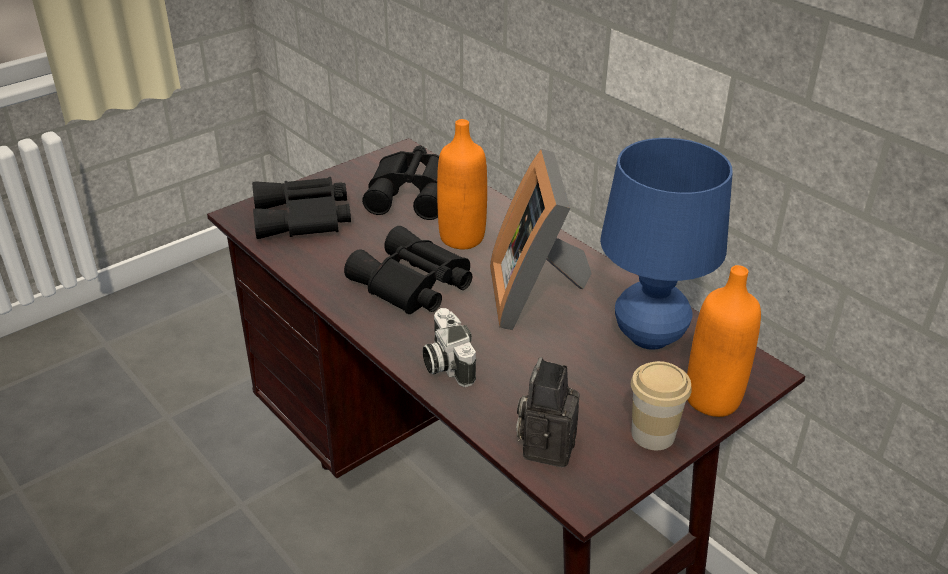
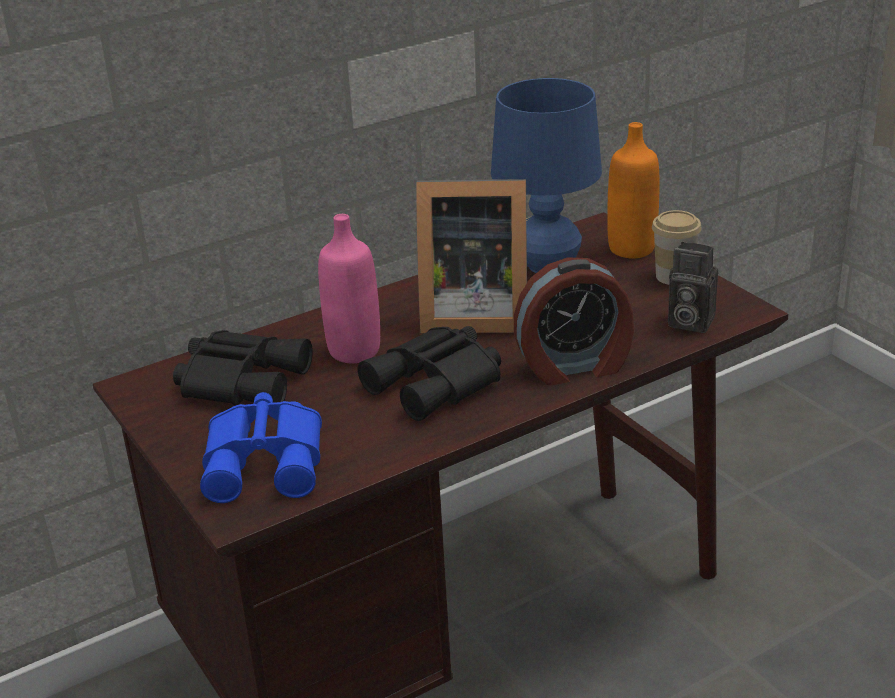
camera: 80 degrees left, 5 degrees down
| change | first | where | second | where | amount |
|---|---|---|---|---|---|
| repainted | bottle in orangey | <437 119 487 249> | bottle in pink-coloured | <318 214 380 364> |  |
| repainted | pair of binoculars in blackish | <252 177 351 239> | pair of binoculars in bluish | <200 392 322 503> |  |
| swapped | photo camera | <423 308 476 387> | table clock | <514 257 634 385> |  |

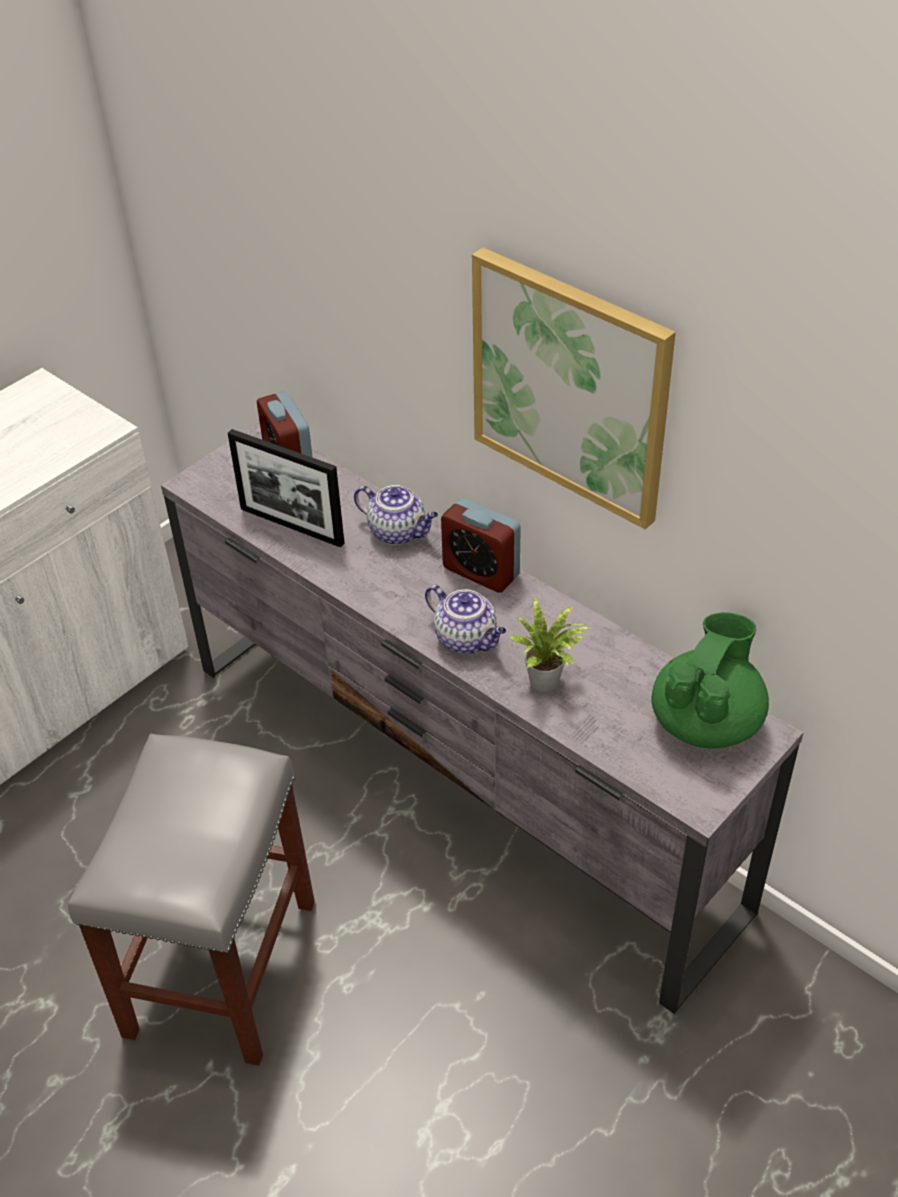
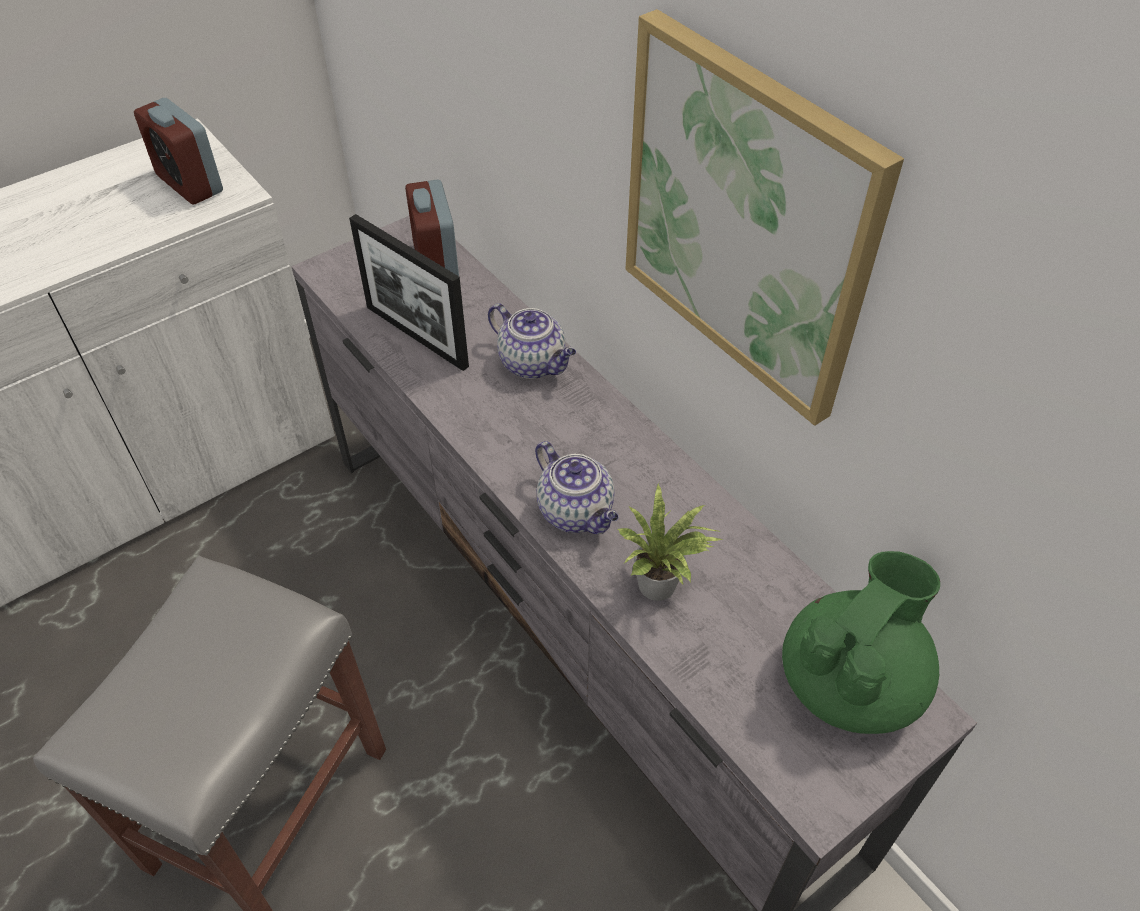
camera: 10 degrees right, 5 degrees up
| change | first | where | second | where | amount |
|---|---|---|---|---|---|
| shifted | table clock | <441 498 521 593> |  | <134 98 223 204> |  |

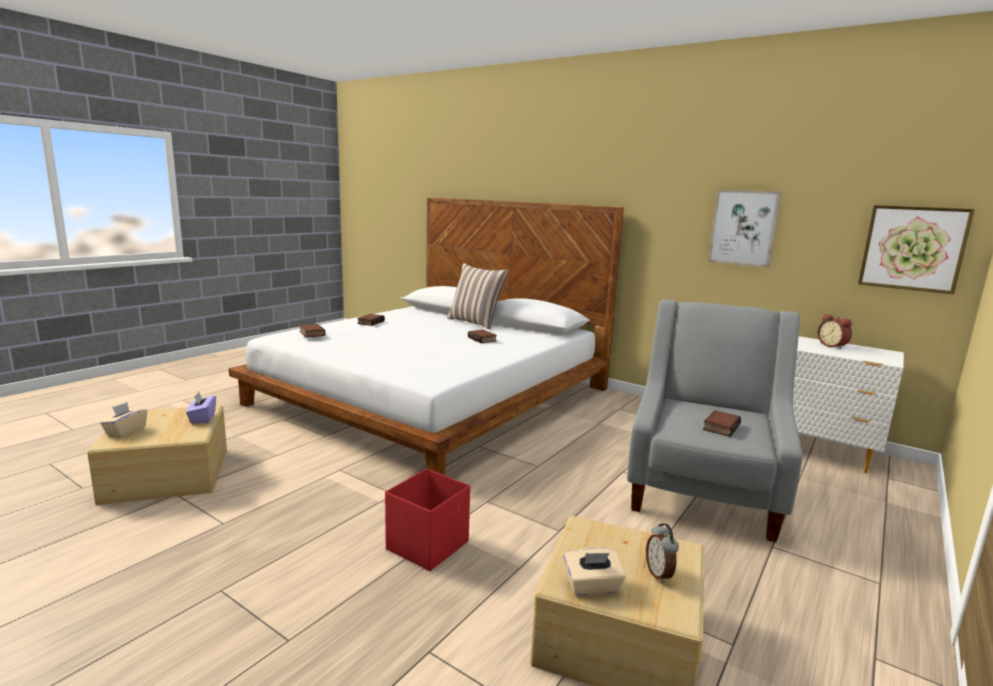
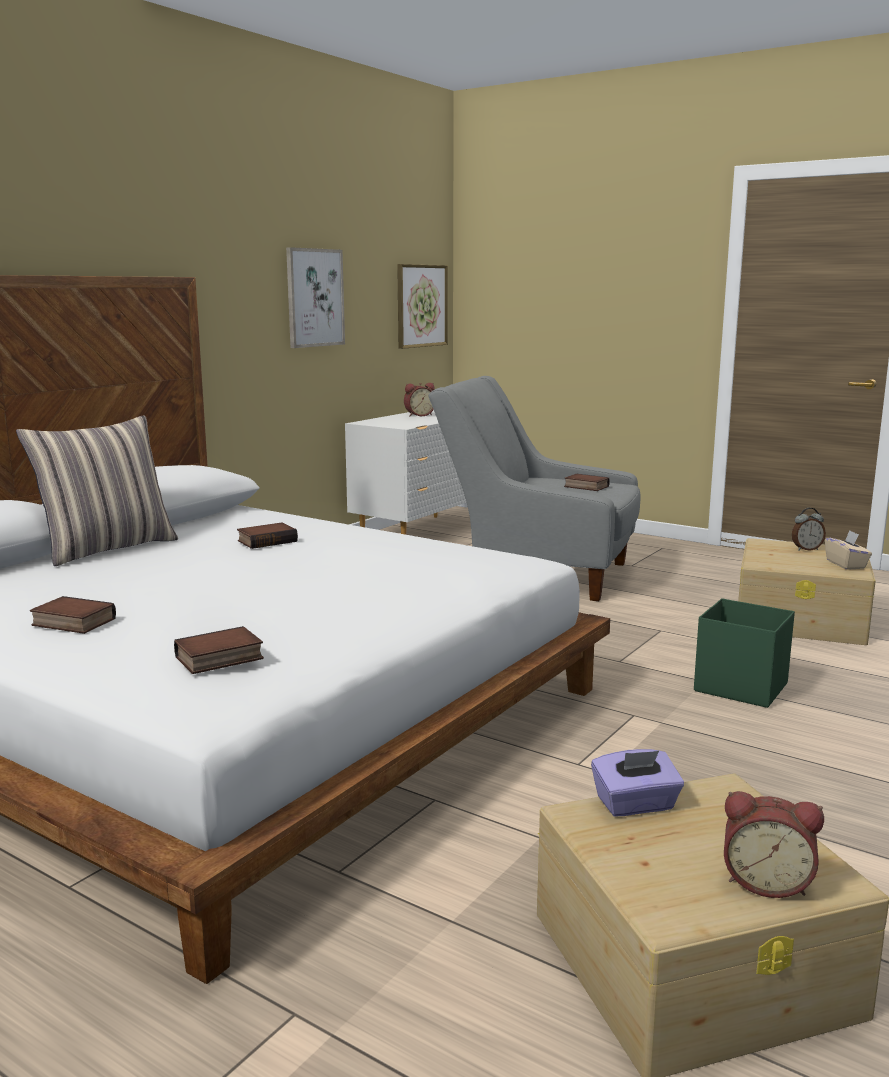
camera: 90 degrees left, 0 degrees up
| change | first | where | second | where | amount |
|---|---|---|---|---|---|
| swapped | tissue box in beige-coloured | <100 402 147 437> | table clock | <724 791 824 898> |  |
| repainted | storage box in red-coloured | <385 469 470 571> | storage box in greenish | <694 598 795 708> |  |

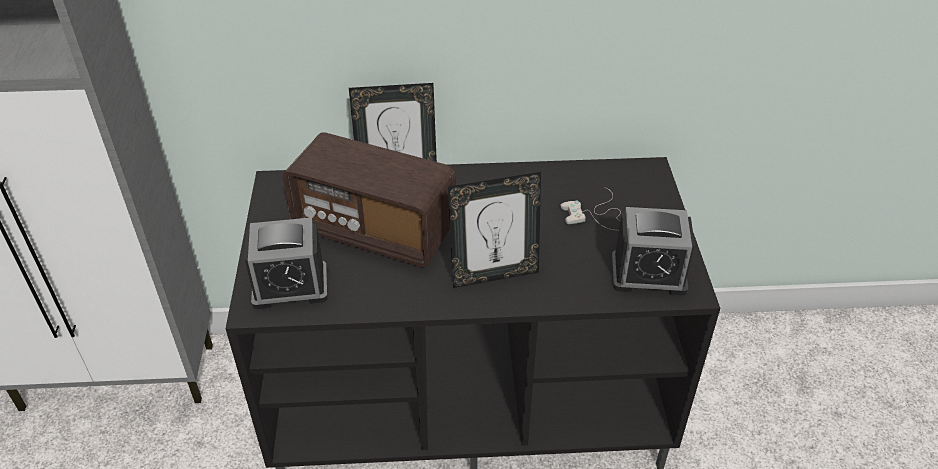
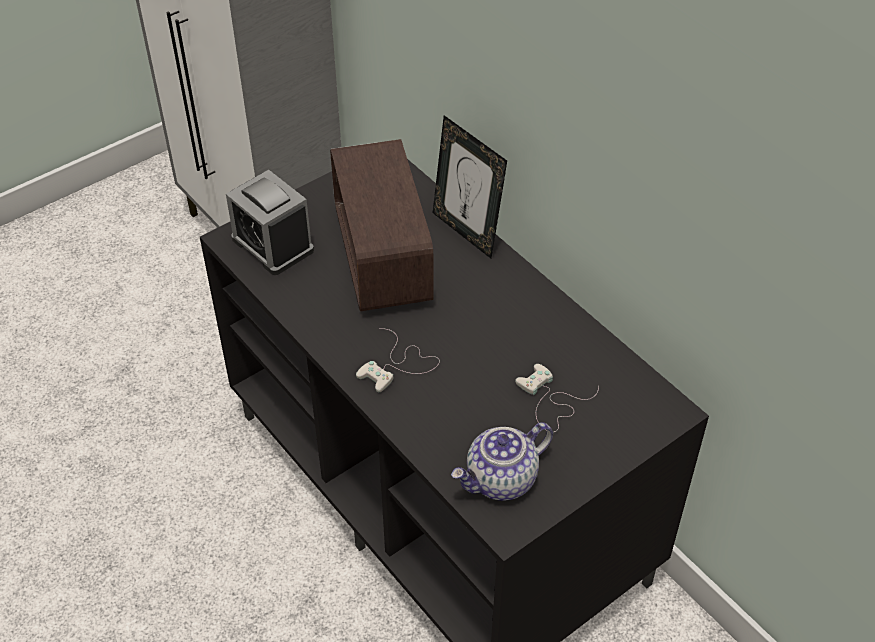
camera: 55 degrees right, 5 degrees up
| change | first | where | second | where | amount |
|---|---|---|---|---|---|
| swapped | picture frame | <448 172 541 288> | game controller in white | <356 328 440 392> |  |
| swapped | table clock | <612 207 695 295> | tea pot | <451 422 553 501> |  |

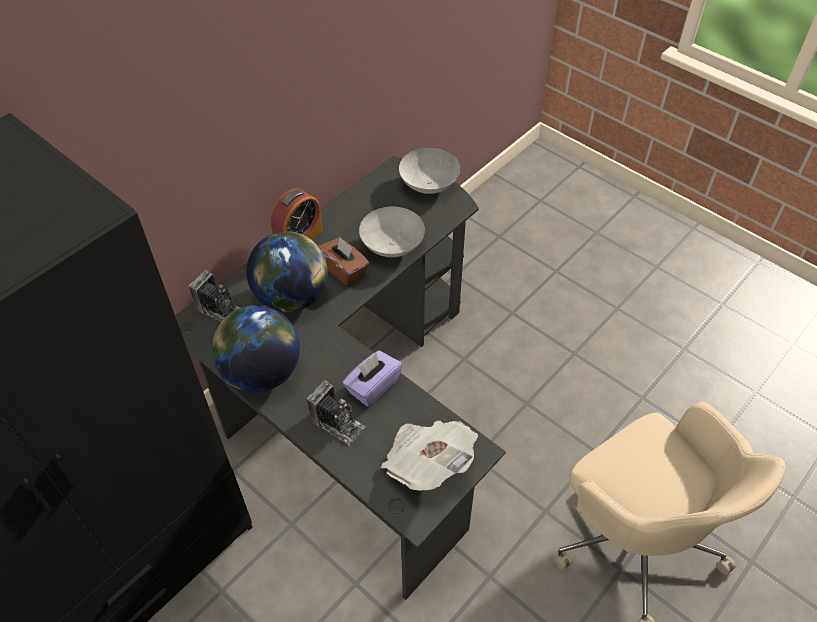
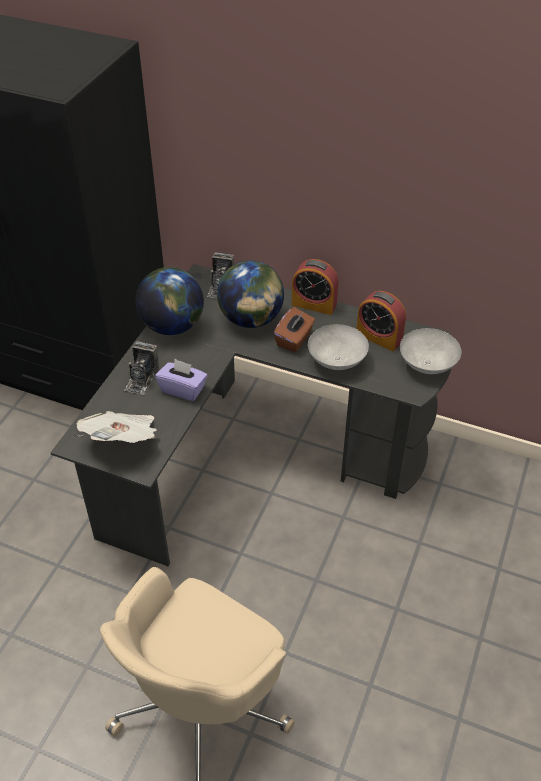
camera: 70 degrees right, 5 degrees down
| change | first | where | second | where | amount |
|---|---|---|---|---|---|
| new |  |  | table clock | <356 291 406 351> |  |

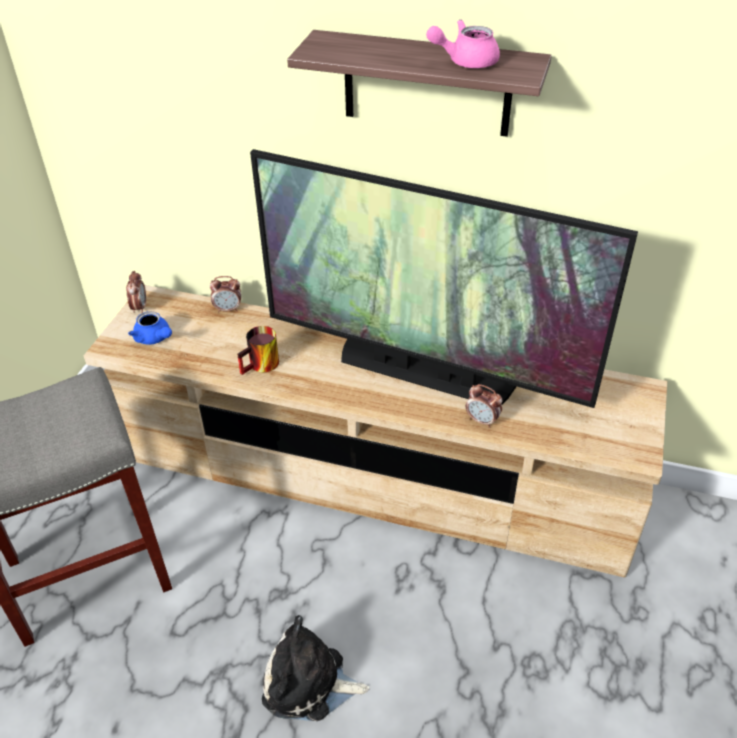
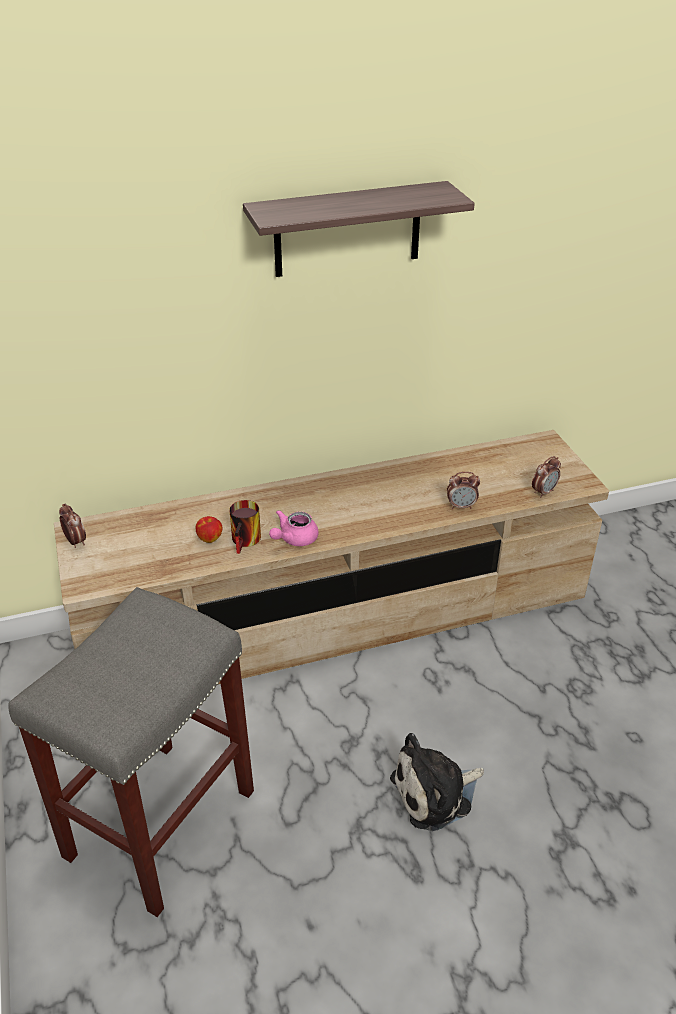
camera: 35 degrees left, 5 degrees down
| change | first | where | second | where | amount |
|---|---|---|---|---|---|
| shifted | tea pot in pink-coloured | <426 20 500 68> |  | <269 510 319 546> |  |
| gone | TV set | <250 149 638 408> |  |  |  |
| shifted | table clock | <210 276 241 313> |  | <532 456 561 498> |  |
| gone | tea pot in bluish | <128 311 172 345> |  |  |  |
| new |  |  | apple | <196 516 223 543> |  |

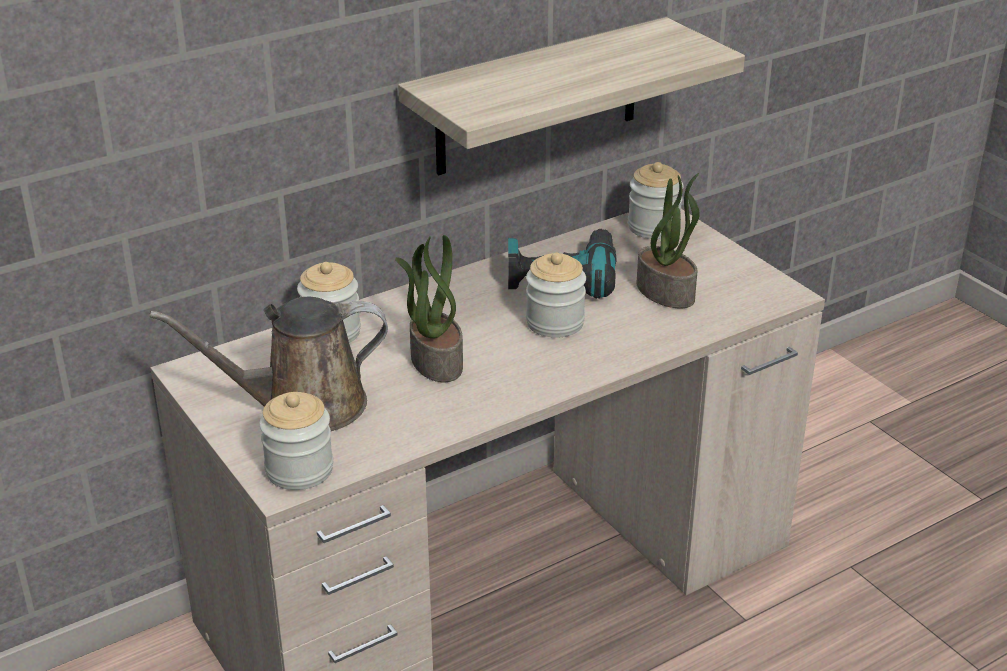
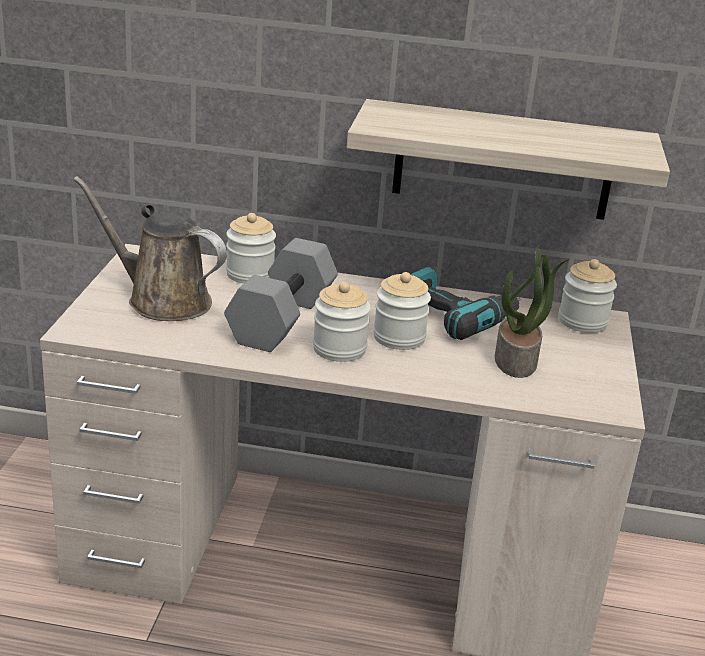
camera: 40 degrees right, 5 degrees down
| change | first | where | second | where | amount |
|---|---|---|---|---|---|
| swapped | houseplant | <395 235 463 382> | dumbbell in grey | <224 238 338 352> |  |
| shifted | jar | <259 392 333 490> |  | <313 282 371 362> |  |

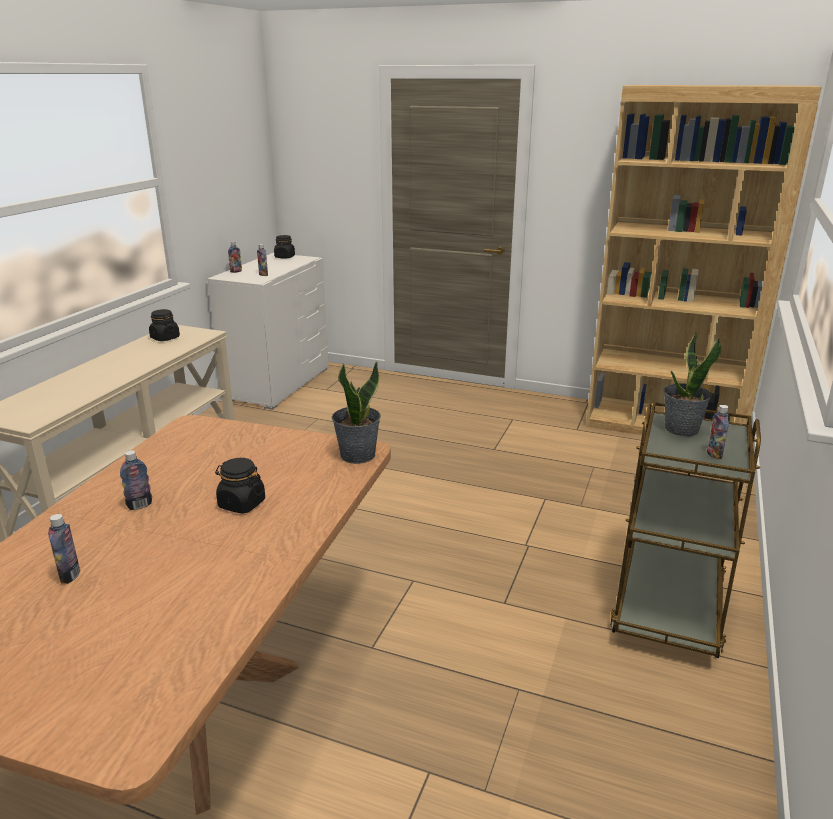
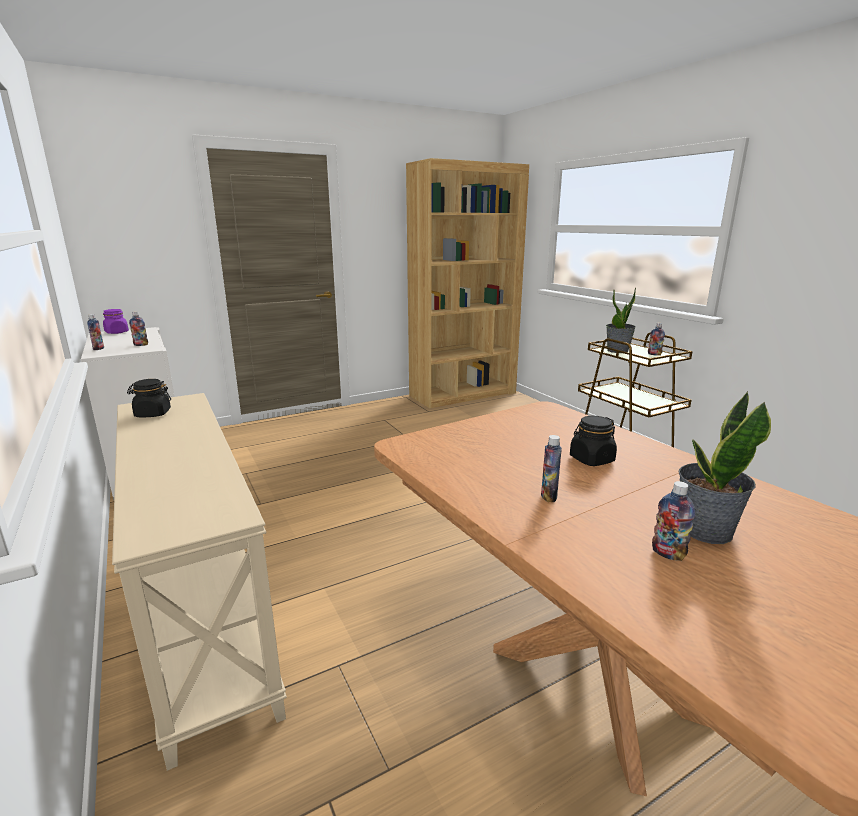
camera: 50 degrees left, 5 degrees down
| change | first | where | second | where | amount |
|---|---|---|---|---|---|
| repainted | jar in blackish | <274 235 295 259> | jar in purple | <103 309 129 334> |  |
| shifted | houseplant | <332 361 381 464> |  | <679 391 771 544> |  |

